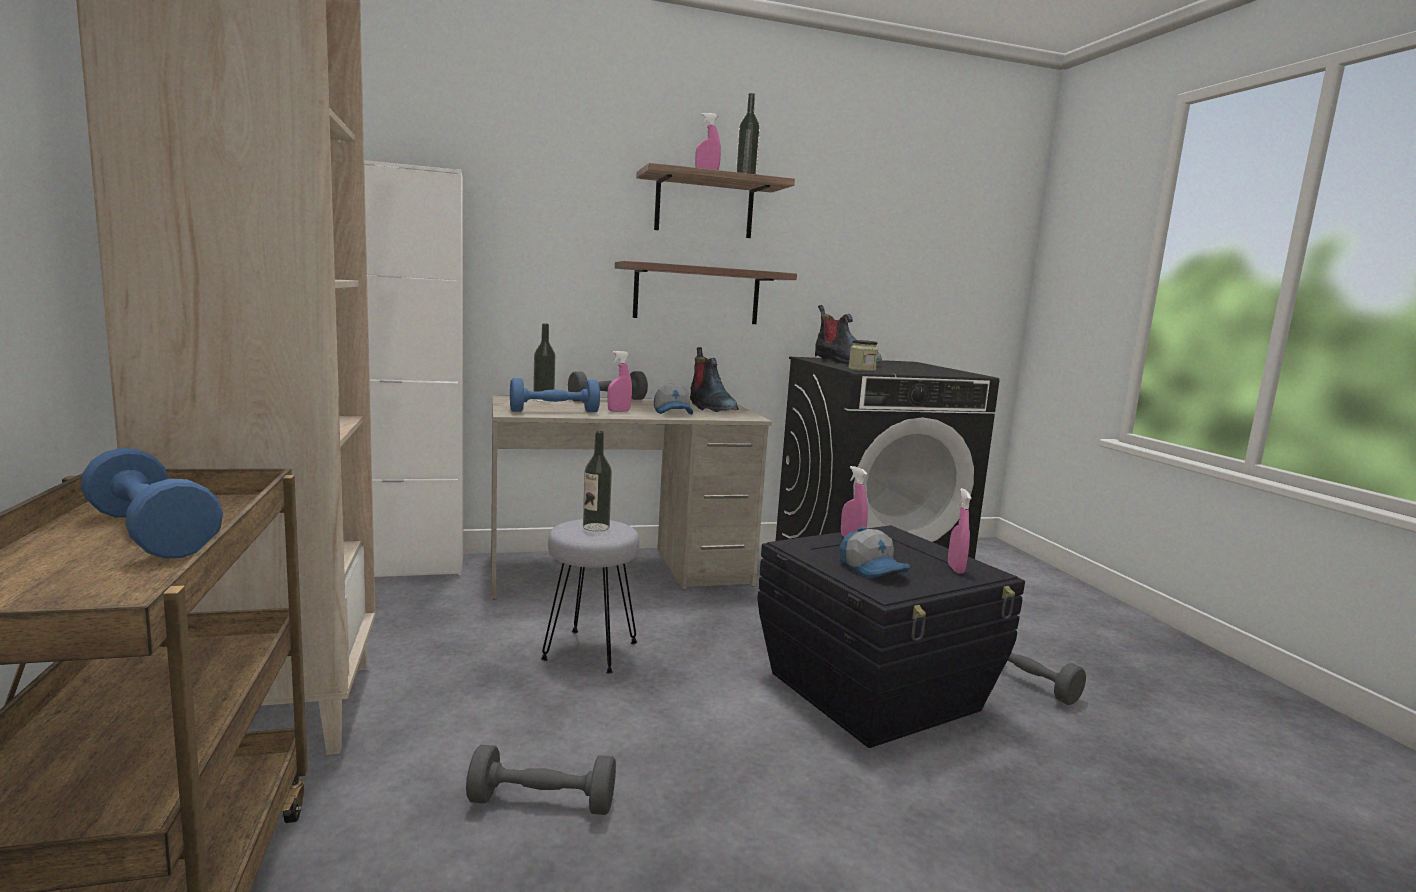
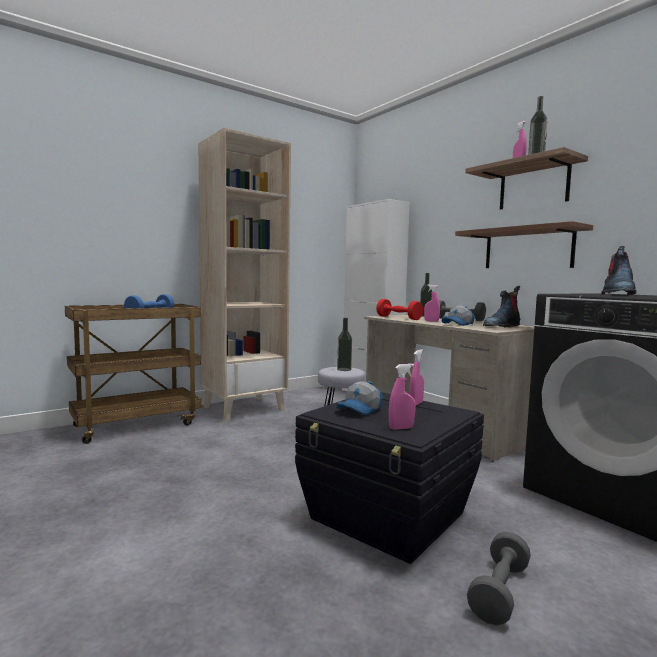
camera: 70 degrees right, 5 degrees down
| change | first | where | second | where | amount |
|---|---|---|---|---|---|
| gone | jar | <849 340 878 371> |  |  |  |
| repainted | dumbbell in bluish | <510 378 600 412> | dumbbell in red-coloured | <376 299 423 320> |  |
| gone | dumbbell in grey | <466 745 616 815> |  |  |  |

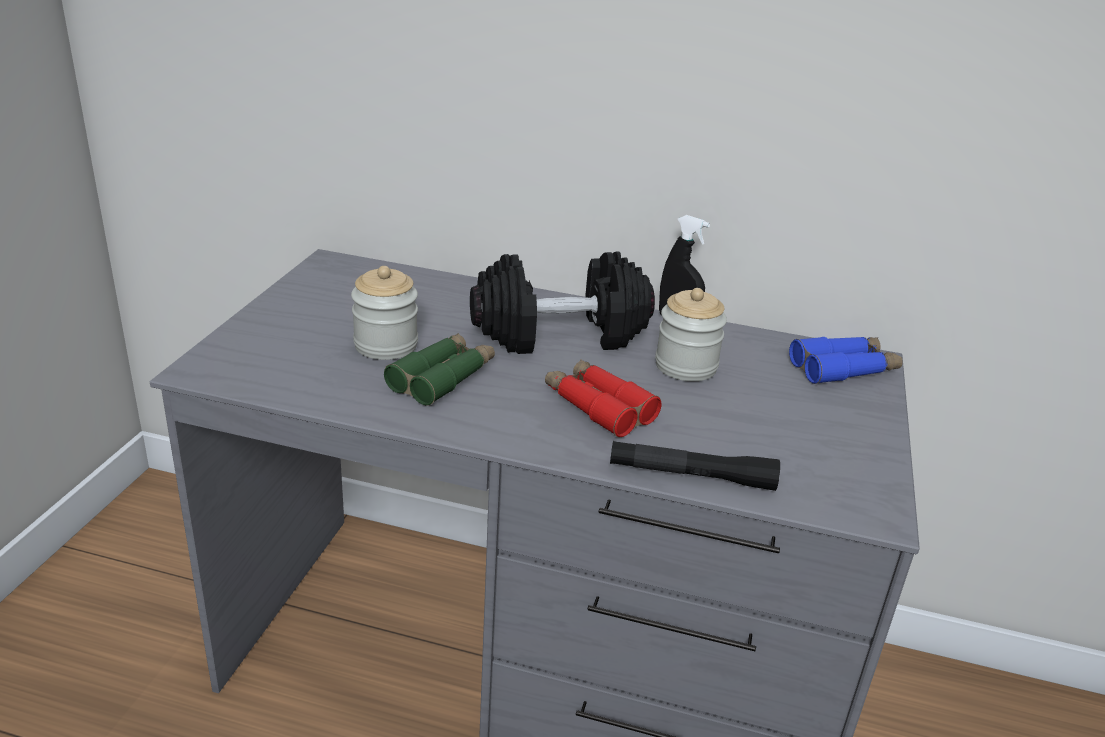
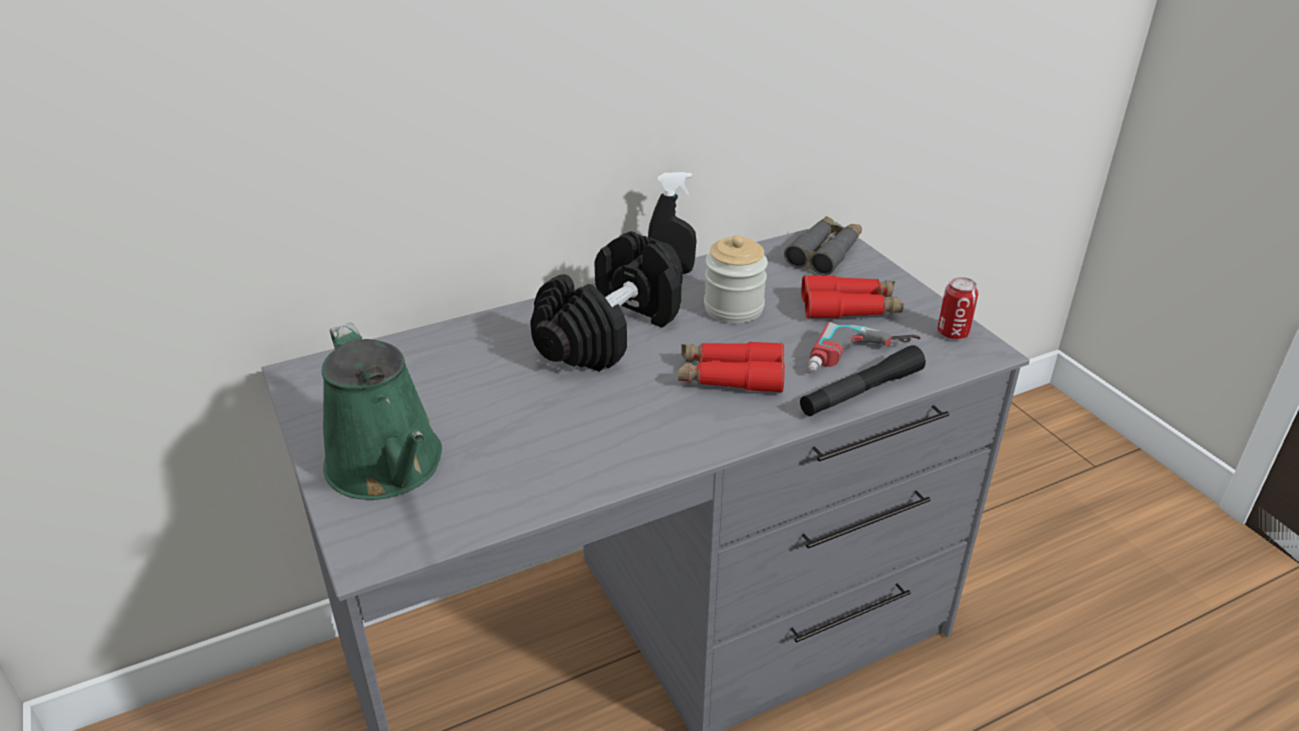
camera: 40 degrees left, 5 degrees up
| change | first | where | second | where | amount |
|---|---|---|---|---|---|
| gone | jar | <351 266 418 360> |  |  |  |
| gone | pair of binoculars in greenish | <384 333 495 406> |  |  |  |
| repainted | pair of binoculars in bluish | <789 337 903 384> | pair of binoculars in grey | <784 216 862 276> |  |
| new |  |  | pair of binoculars in red-coloured | <802 275 904 319> |  |
| new |  |  | metal can | <937 277 978 340> |  |
| new |  |  | watering pot in greenish | <322 322 442 500> |  |
| new |  |  | drill | <808 322 921 372> |  |

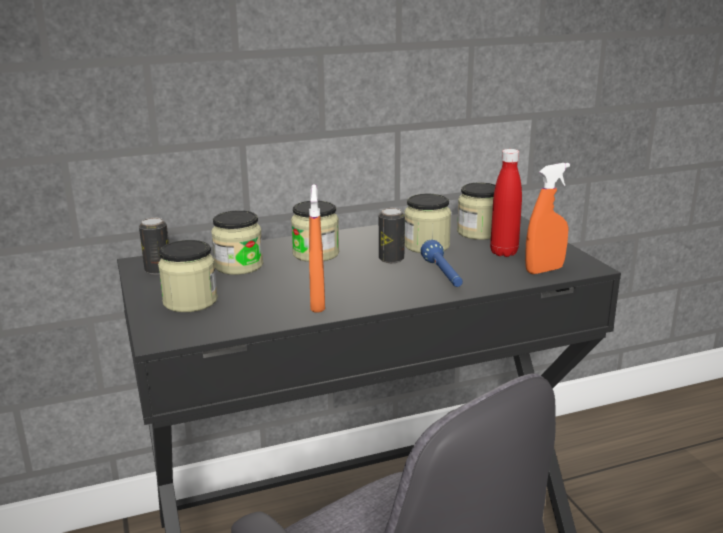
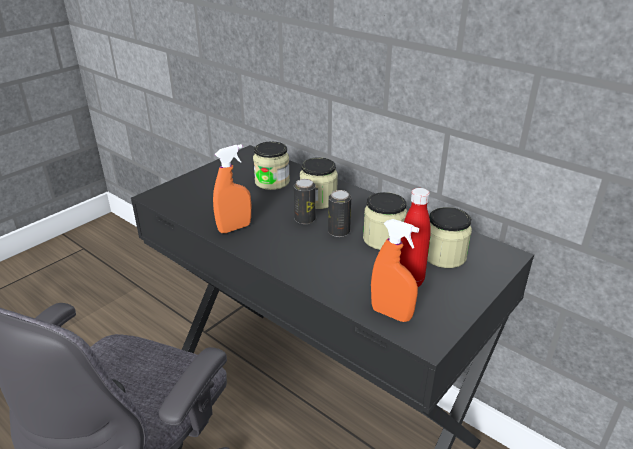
camera: 60 degrees right, 10 degrees up
| change | first | where | second | where | amount |
|---|---|---|---|---|---|
| shifted | metal can | <139 218 169 275> |  | <294 179 316 224> |  |
| gone | jar | <158 240 218 312> |  |  |  |
| gone | torch in bluish | <421 240 463 287> |  |  |  |

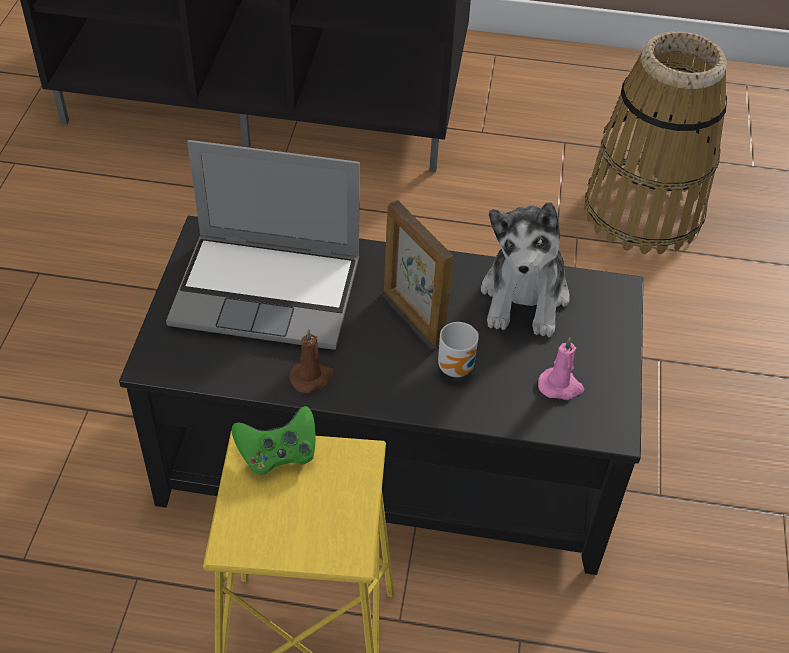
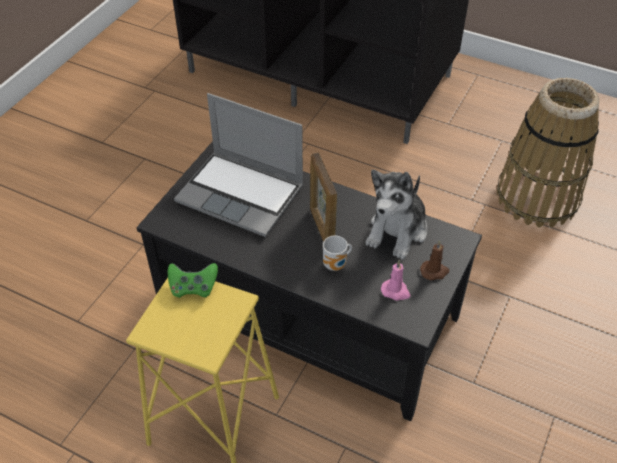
camera: 20 degrees right, 0 degrees up
| change | first | where | second | where | amount |
|---|---|---|---|---|---|
| shifted | wax light in brown | <289 329 335 393> |  | <420 240 449 280> |  |

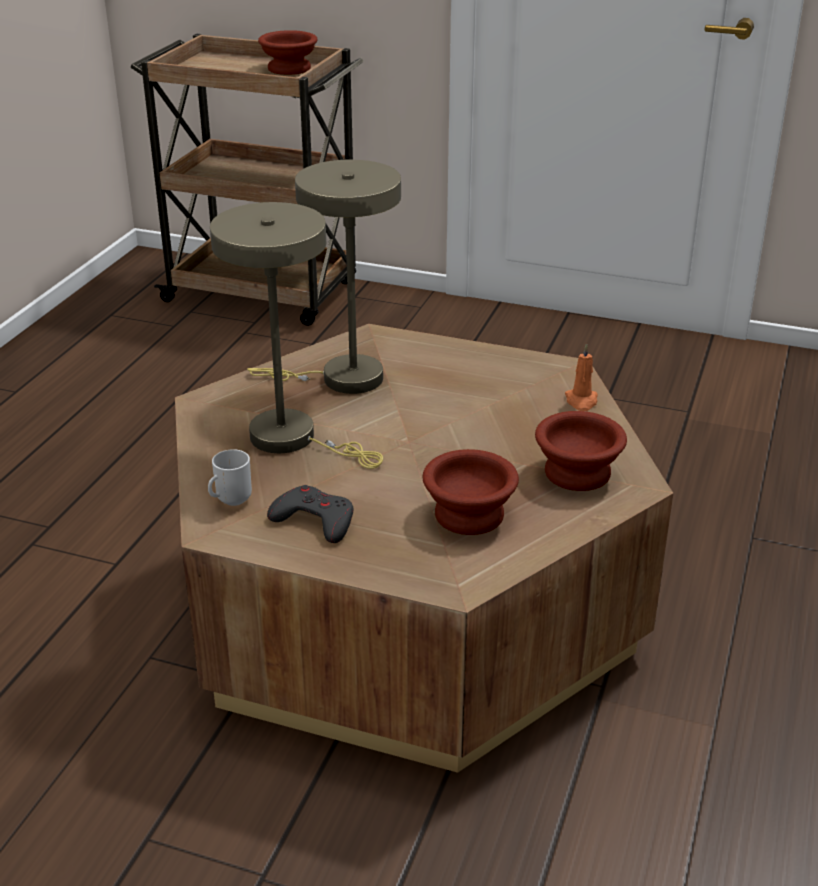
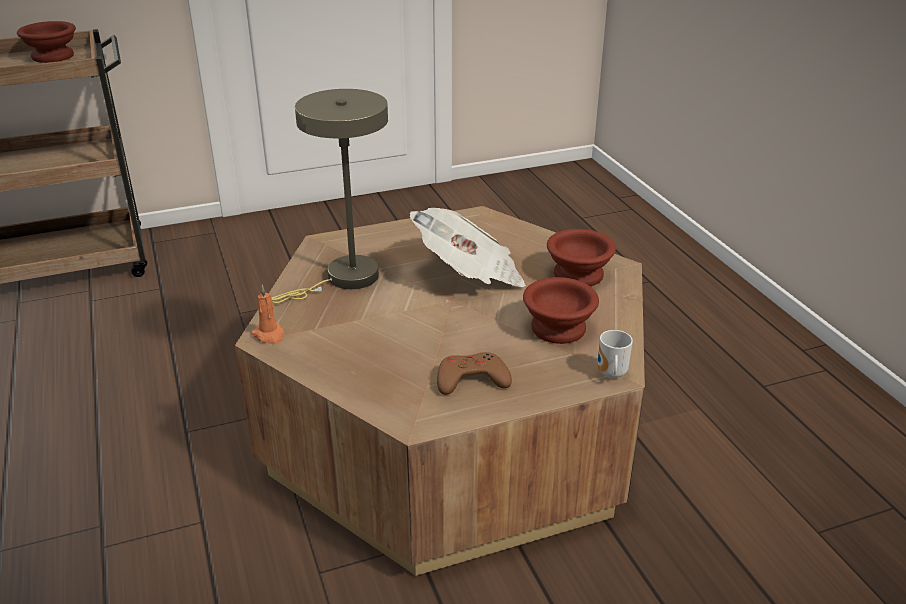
camera: 40 degrees left, 0 degrees up
| change | first | where | second | where | amount |
|---|---|---|---|---|---|
| gone | lamp for a table in beige-coloured | <210 202 383 469> |  |  |  |
| shifted | wax light in orangey | <565 343 598 411> |  | <252 285 285 344> |  |
| shifted | coffee mug | <208 449 252 506> |  | <598 330 633 378> |  |
| repainted | game controller in grey | <267 485 353 543> | game controller in brown | <437 352 512 395> |  |
| new |  |  | newspaper | <410 208 526 287> |  |

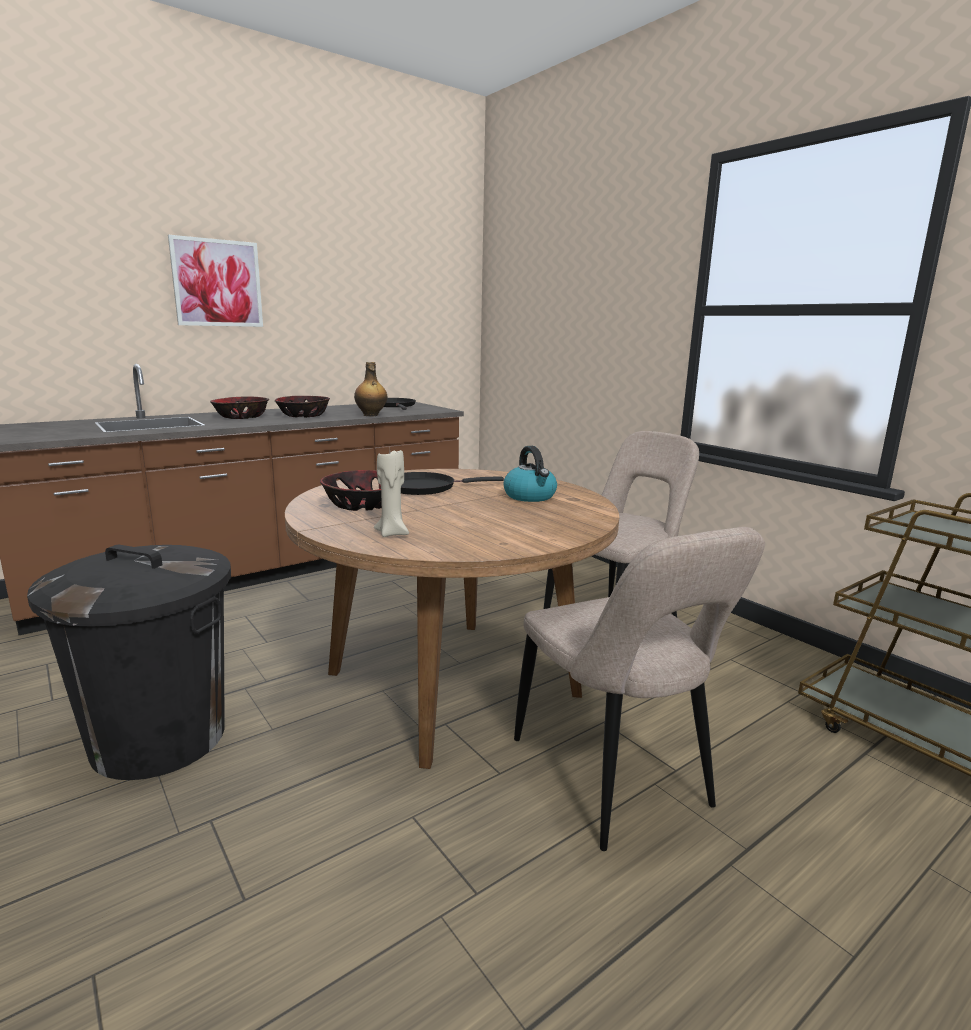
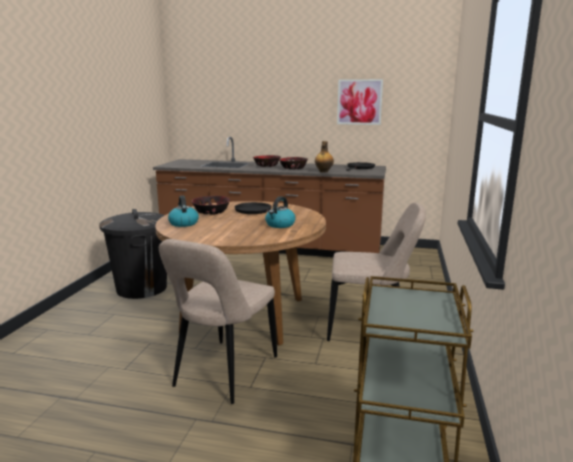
camera: 50 degrees right, 0 degrees up
| change | first | where | second | where | amount |
|---|---|---|---|---|---|
| shifted | wall art | <168 235 263 327> |  | <337 79 383 125> |  |
| swapped | wax light in beige-coloured | <374 450 409 537> | kettle | <168 195 199 227> |  |

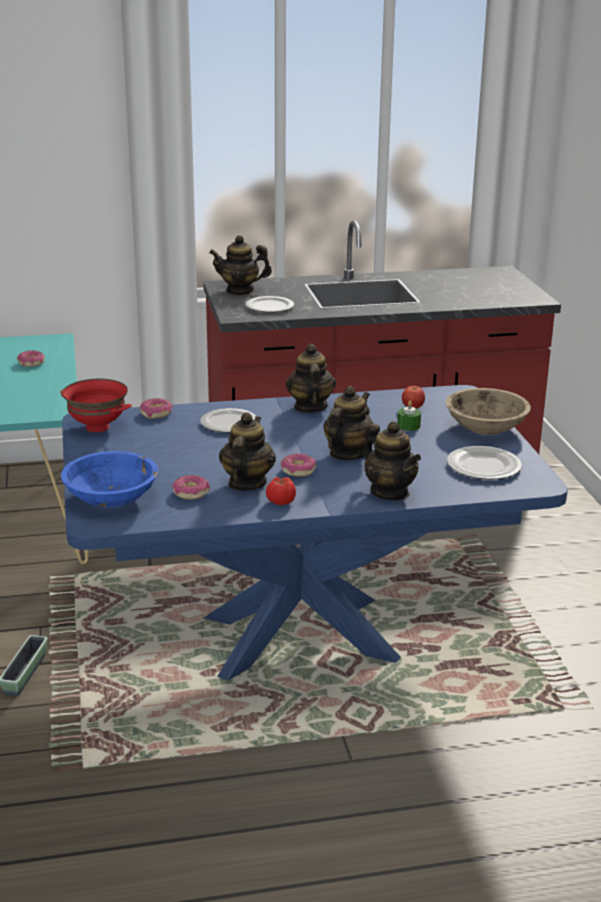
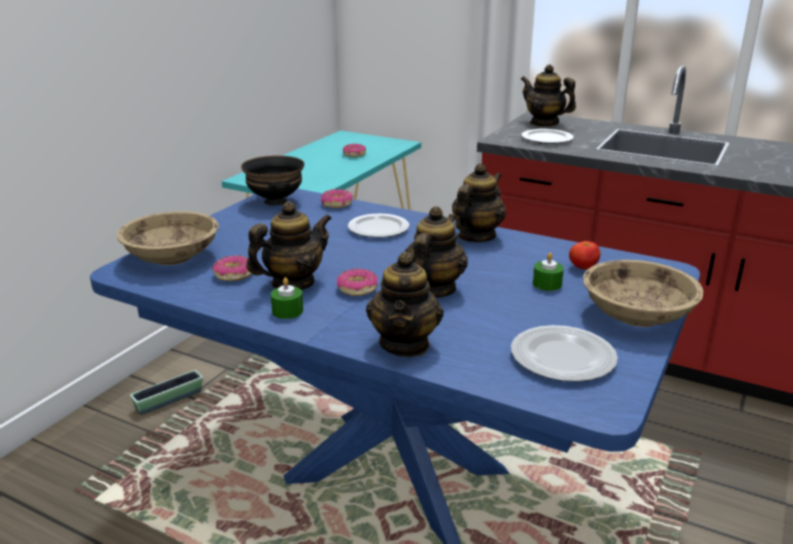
camera: 40 degrees right, 0 degrees up
| change | first | where | second | where | amount |
|---|---|---|---|---|---|
| repainted | deep dish in red-coloured | <61 379 132 432> | deep dish in blackish | <241 156 304 206> |  |
| rotated | tea pot | <323 386 373 460> |  | <405 206 468 298> | 45 degrees counterclockwise |
| repainted | deep dish in bluish | <61 451 158 508> | deep dish in beige-coloured | <117 211 219 265> |  |
| swapped | whole tomato | <266 477 296 505> | wax light in greenish | <271 278 303 319> |  |

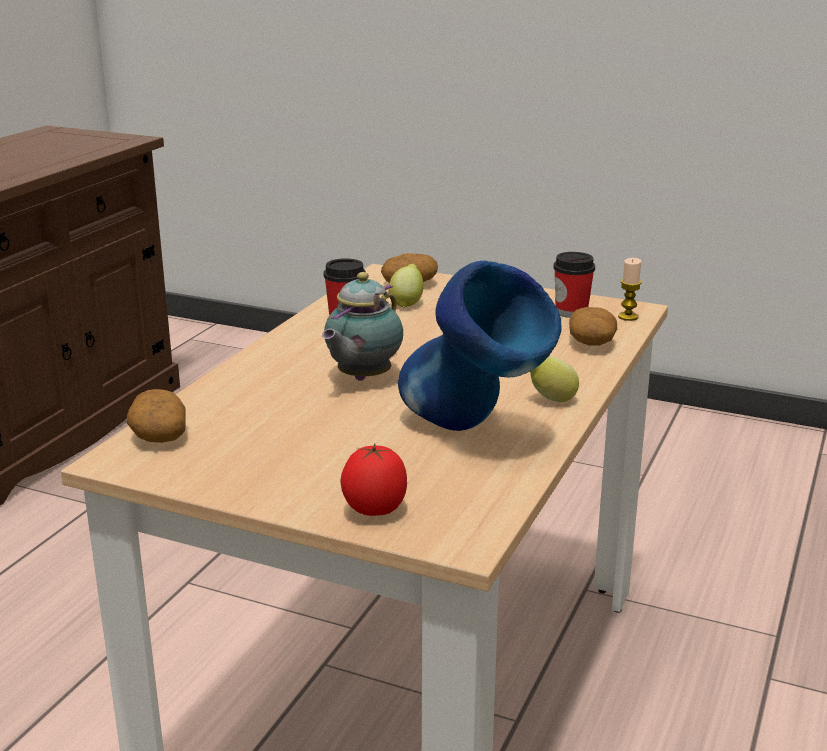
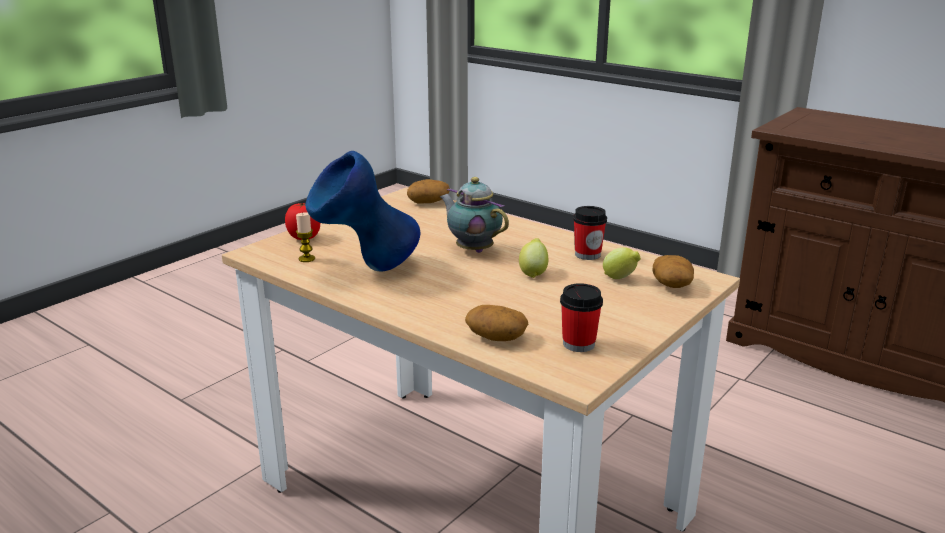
camera: 105 degrees right, 0 degrees up
| change | first | where | second | where | amount |
|---|---|---|---|---|---|
| shifted | wax light | <618 258 642 321> |  | <296 212 315 262> |  |
| shifted | citrus fruit | <530 357 579 402> |  | <519 238 548 278> |  |

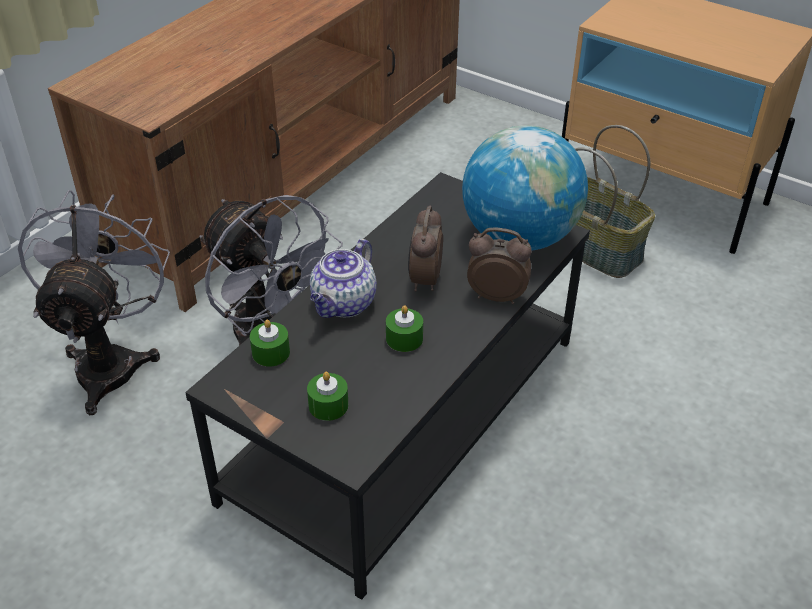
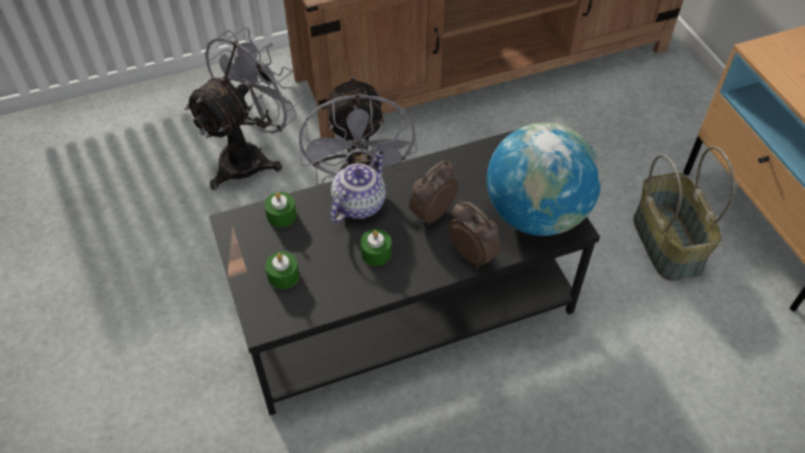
camera: 35 degrees right, 10 degrees up
| change | first | where | second | where | amount |
|---|---|---|---|---|---|
| rotated | tea pot | <310 239 377 318> |  | <330 151 386 223> | 150 degrees clockwise |

